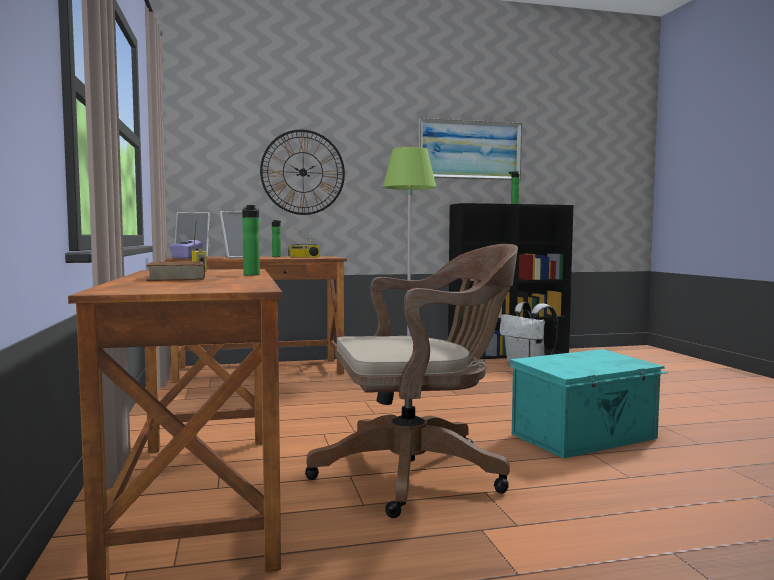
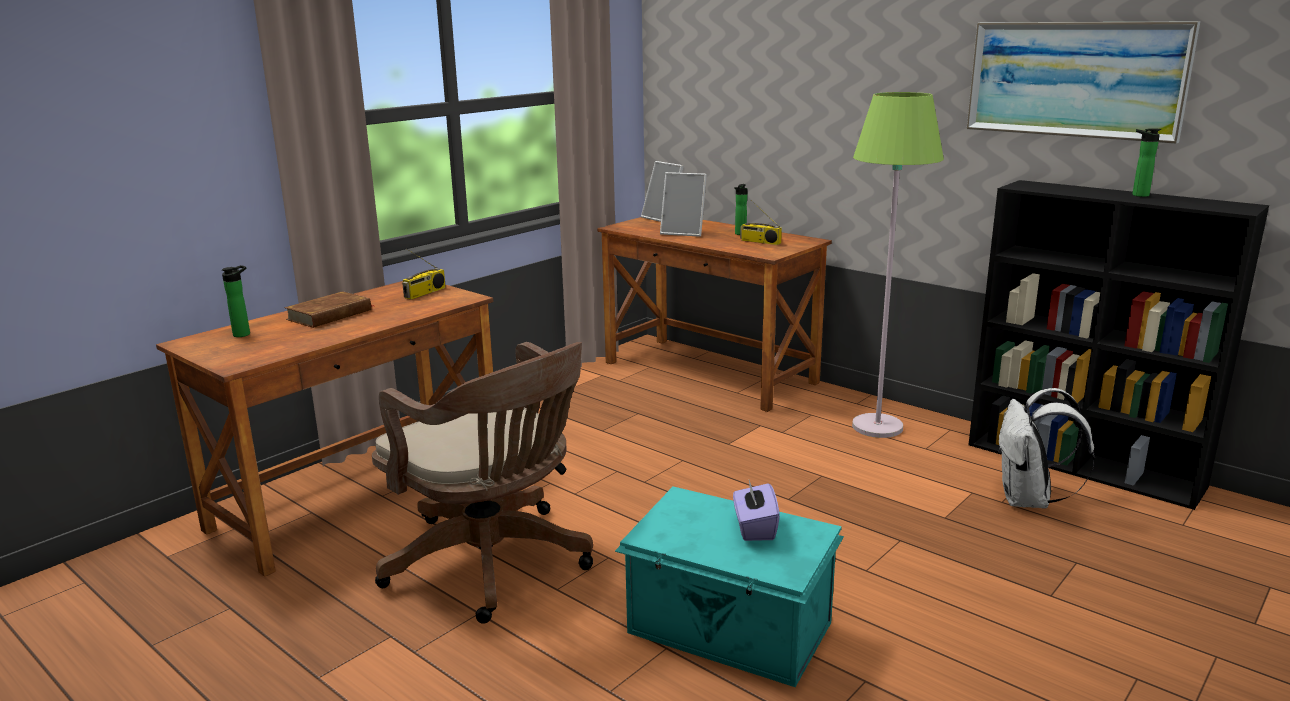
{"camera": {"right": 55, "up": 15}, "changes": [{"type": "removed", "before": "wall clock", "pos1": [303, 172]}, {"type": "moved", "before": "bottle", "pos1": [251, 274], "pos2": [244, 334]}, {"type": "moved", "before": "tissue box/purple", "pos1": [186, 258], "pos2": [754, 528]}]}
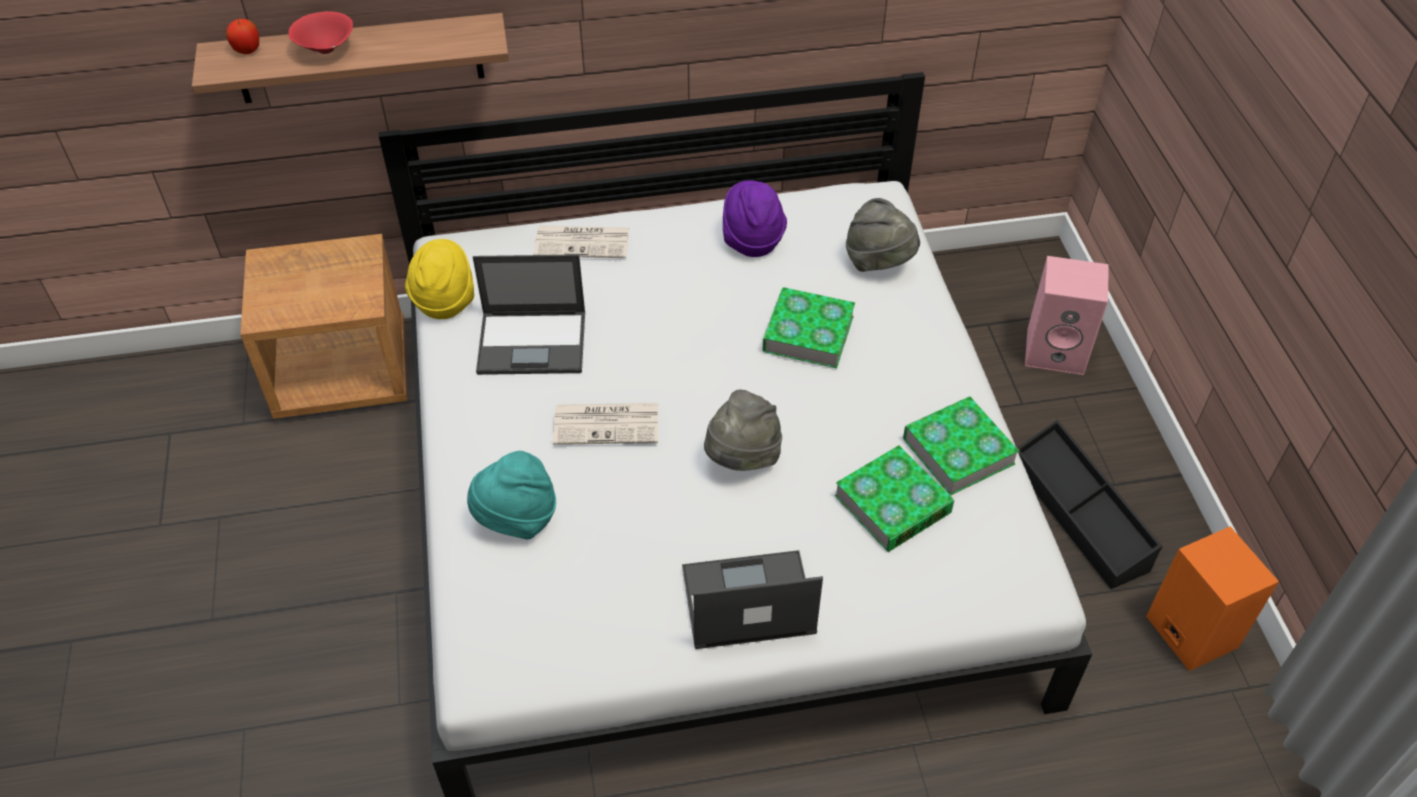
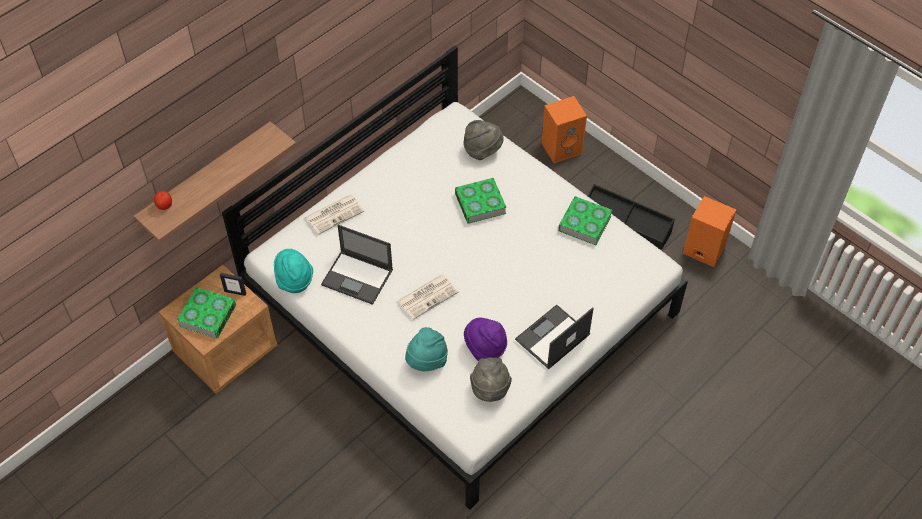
{"camera": {"right": -35, "up": 5}, "changes": [{"type": "removed", "before": "bowl/red", "pos1": [326, 50]}, {"type": "moved", "before": "hat/purple", "pos1": [751, 239], "pos2": [485, 348]}, {"type": "recoloured", "before": "hat/yellow", "after": "hat/turquoise", "pos1": [444, 299], "pos2": [294, 280]}, {"type": "turned", "before": "laptop", "pos1": [533, 342], "pos2": [358, 277], "turn": 60}, {"type": "recoloured", "before": "speaker/pink", "after": "speaker/orange", "pos1": [1057, 351], "pos2": [562, 147]}, {"type": "moved", "before": "hat/grey", "pos1": [742, 458], "pos2": [490, 390]}, {"type": "moved", "before": "book", "pos1": [892, 504], "pos2": [207, 315]}, {"type": "added", "after": "picture frame", "pos2": [235, 292]}]}
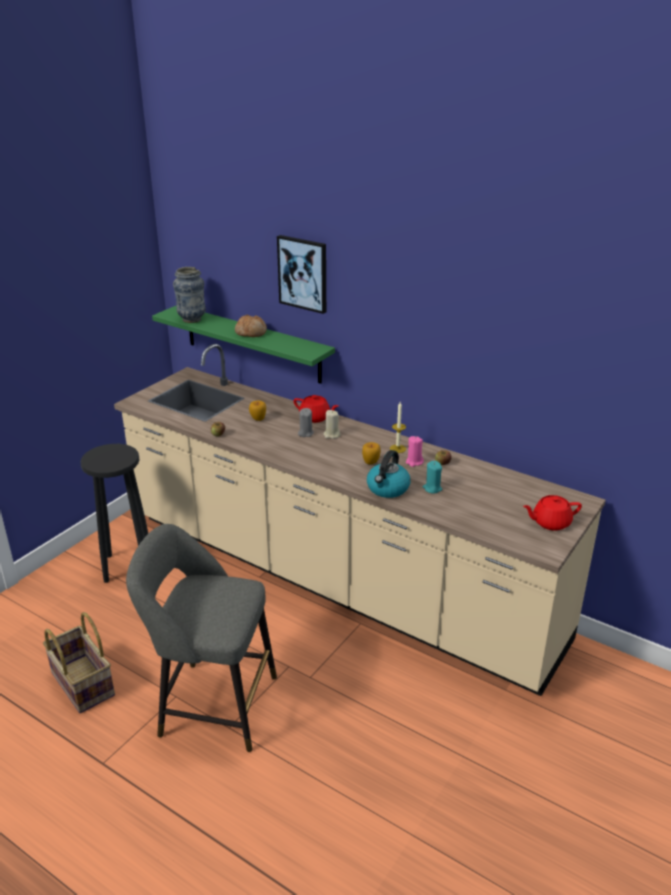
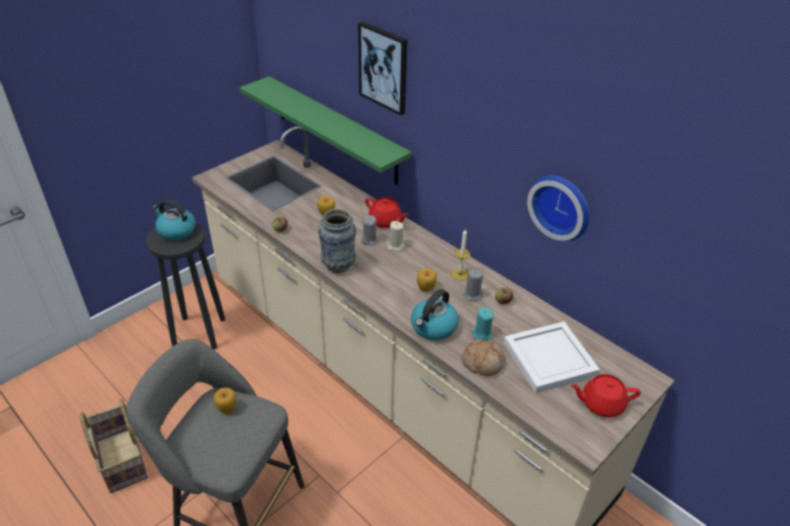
{"camera": {"right": 10, "up": 10}, "changes": [{"type": "moved", "before": "vase", "pos1": [192, 319], "pos2": [338, 266]}, {"type": "moved", "before": "bread", "pos1": [251, 332], "pos2": [483, 362]}, {"type": "recoloured", "before": "candle/pink", "after": "candle/grey", "pos1": [414, 462], "pos2": [472, 295]}, {"type": "added", "after": "wall clock", "pos2": [561, 205]}, {"type": "added", "after": "kettle", "pos2": [176, 231]}, {"type": "added", "after": "tray/white", "pos2": [548, 358]}, {"type": "added", "after": "apple", "pos2": [227, 409]}]}
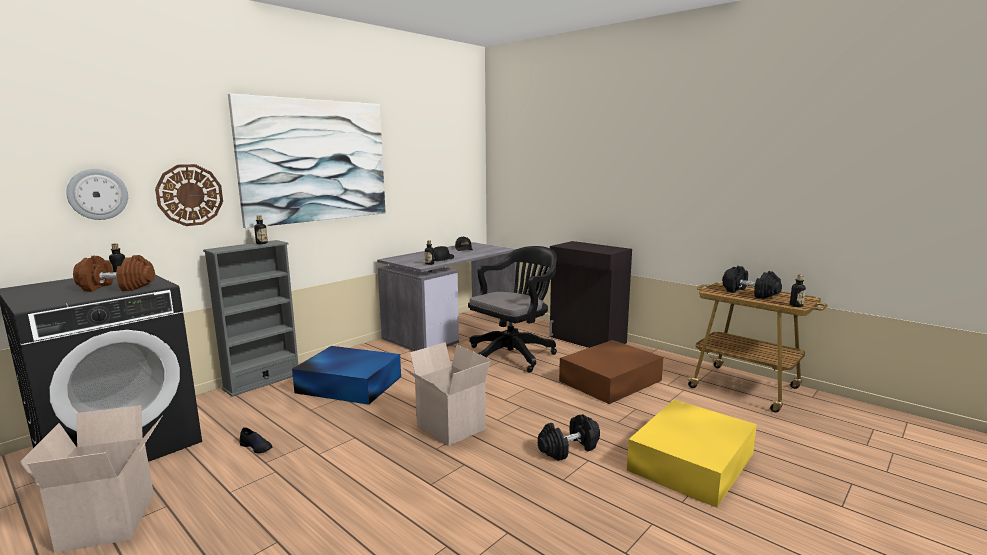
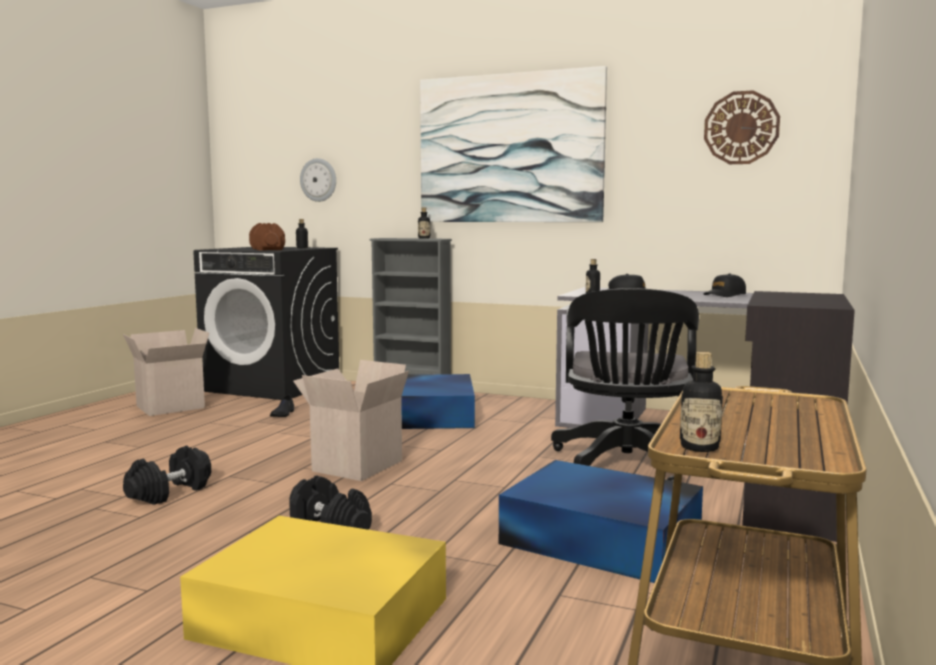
{"camera": {"right": 70, "up": -5}, "changes": [{"type": "moved", "before": "wall clock", "pos1": [190, 195], "pos2": [741, 128]}, {"type": "turned", "before": "office chair/black", "pos1": [514, 354], "pos2": [626, 466], "turn": 75}, {"type": "moved", "before": "dumbbell/black", "pos1": [750, 293], "pos2": [169, 493]}, {"type": "recoloured", "before": "storage box/brown", "after": "storage box/blue", "pos1": [611, 380], "pos2": [603, 539]}]}
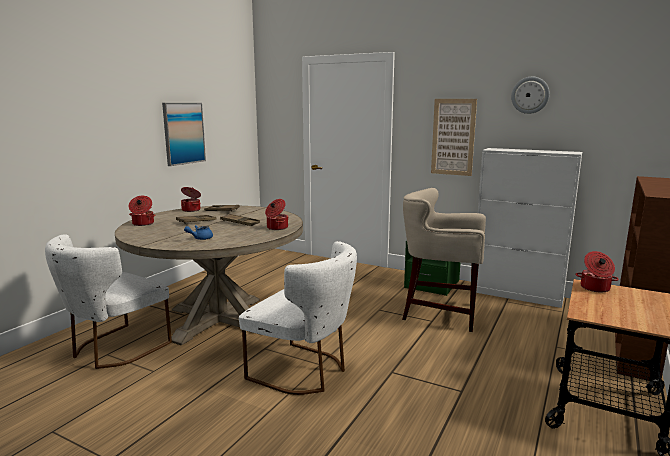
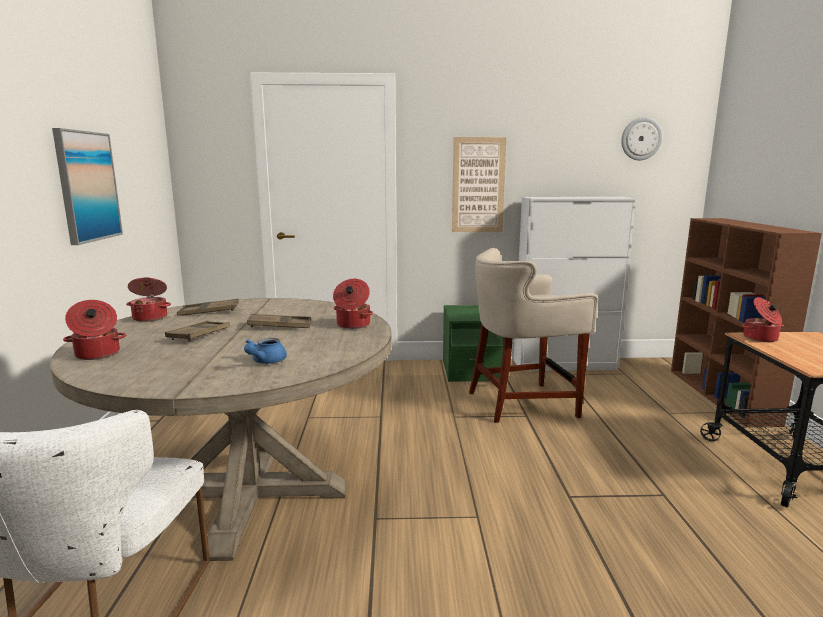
{"camera": {"right": -30, "up": 0}, "changes": [{"type": "moved", "before": "wall clock", "pos1": [530, 95], "pos2": [641, 139]}, {"type": "removed", "before": "chair/white", "pos1": [304, 371]}]}
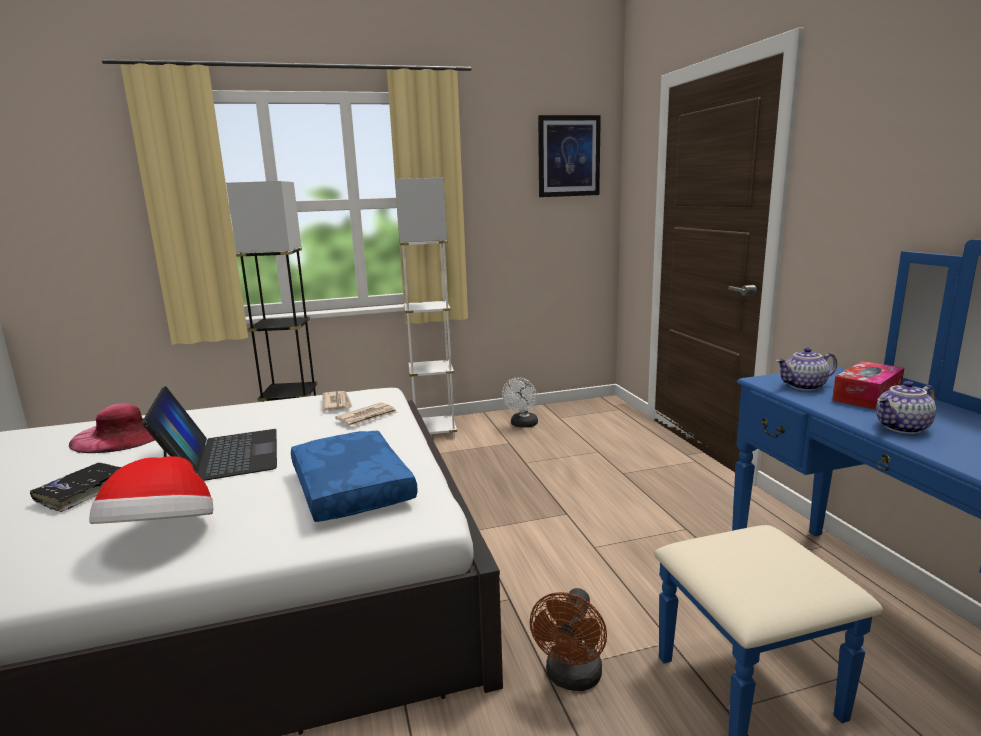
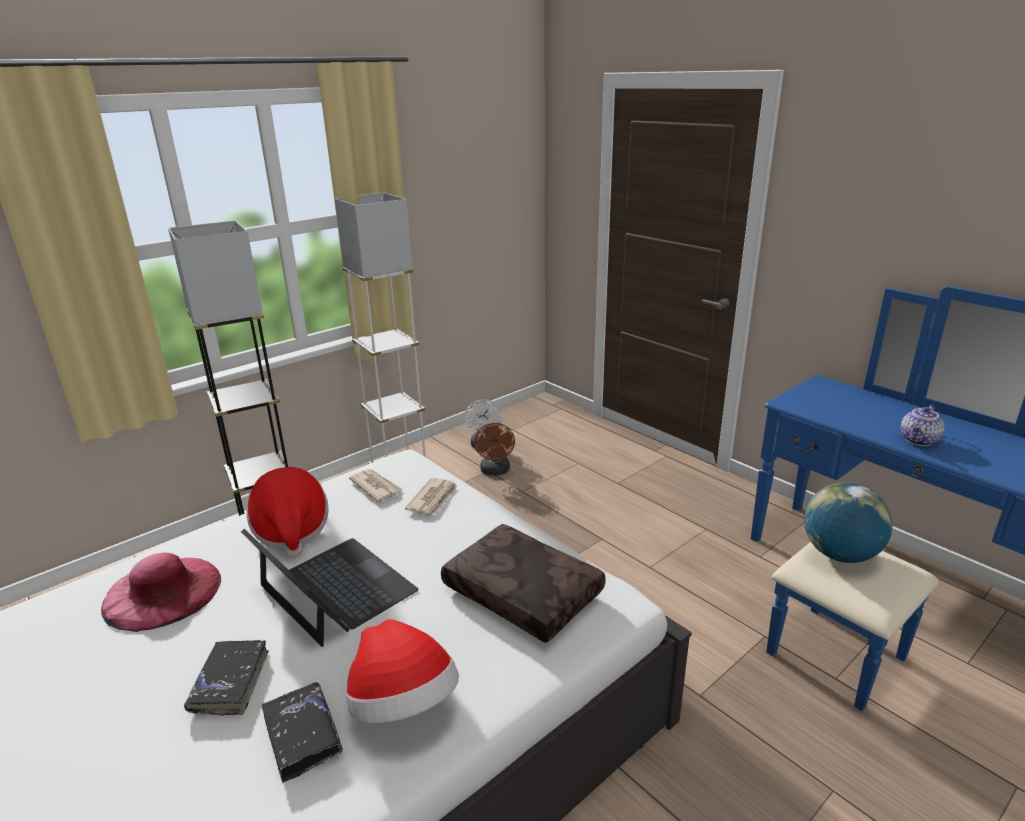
{"camera": {"right": -25, "up": 10}, "changes": [{"type": "removed", "before": "picture", "pos1": [568, 156]}, {"type": "removed", "before": "teapot", "pos1": [804, 386]}, {"type": "removed", "before": "tissue box", "pos1": [866, 396]}, {"type": "recoloured", "before": "pillow/blue", "after": "pillow/brown", "pos1": [349, 488], "pos2": [520, 594]}, {"type": "moved", "before": "fan/brown", "pos1": [572, 678], "pos2": [495, 471]}, {"type": "added", "after": "hat", "pos2": [291, 530]}, {"type": "added", "after": "globe", "pos2": [839, 554]}, {"type": "added", "after": "book/black", "pos2": [303, 736]}]}
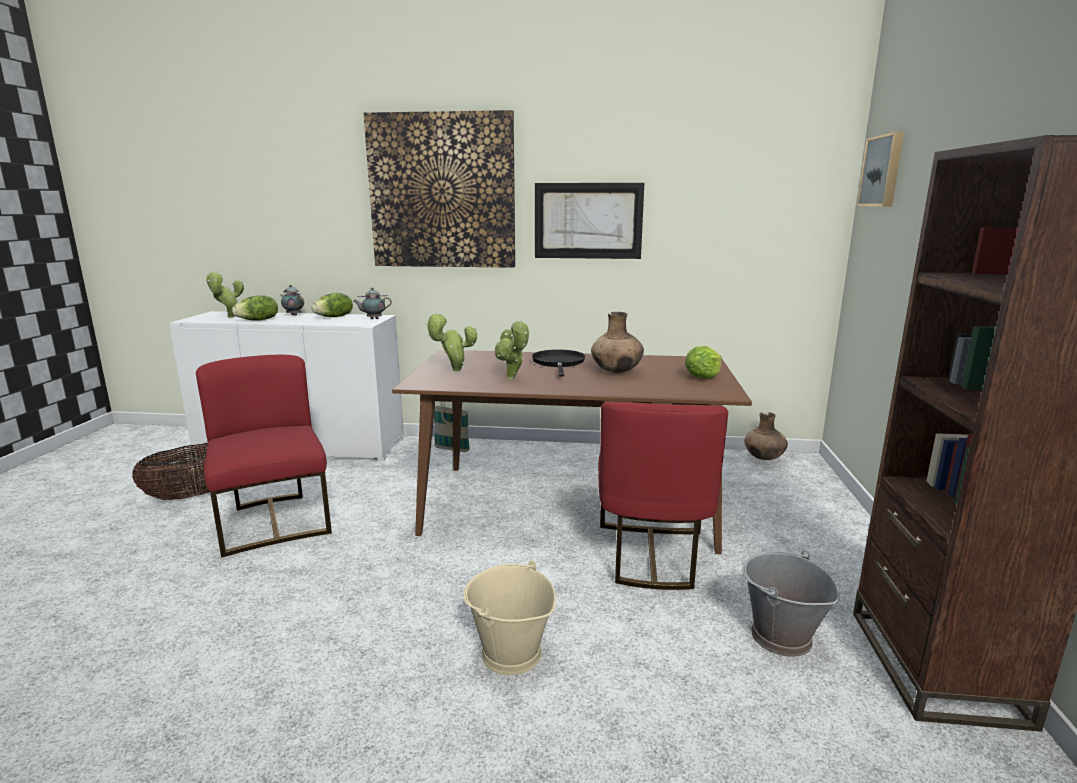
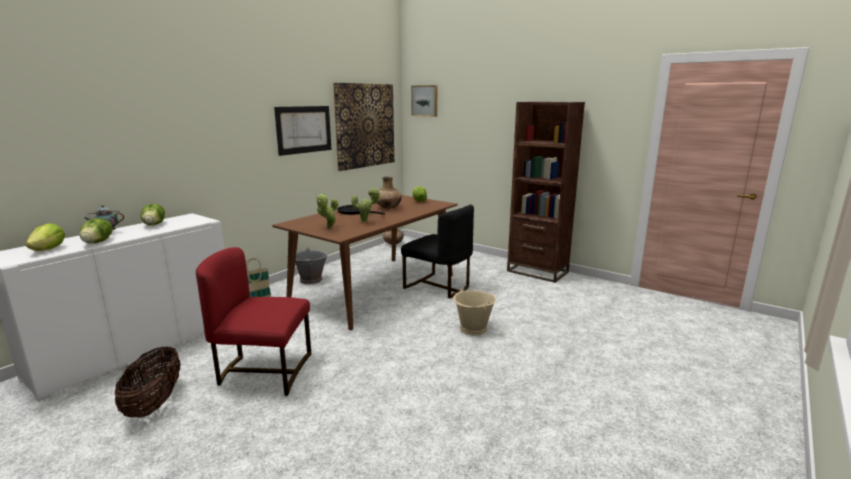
{"camera": {"right": -60, "up": 0}, "changes": [{"type": "moved", "before": "picture", "pos1": [442, 191], "pos2": [365, 125]}, {"type": "replaced", "before": "potted plant", "after": "lettuce", "pos1": [229, 317], "pos2": [49, 249]}, {"type": "removed", "before": "teapot", "pos1": [373, 319]}, {"type": "recoloured", "before": "chair/red", "after": "chair/black", "pos1": [651, 555], "pos2": [438, 286]}, {"type": "moved", "before": "bucket/grey", "pos1": [780, 637], "pos2": [311, 280]}]}
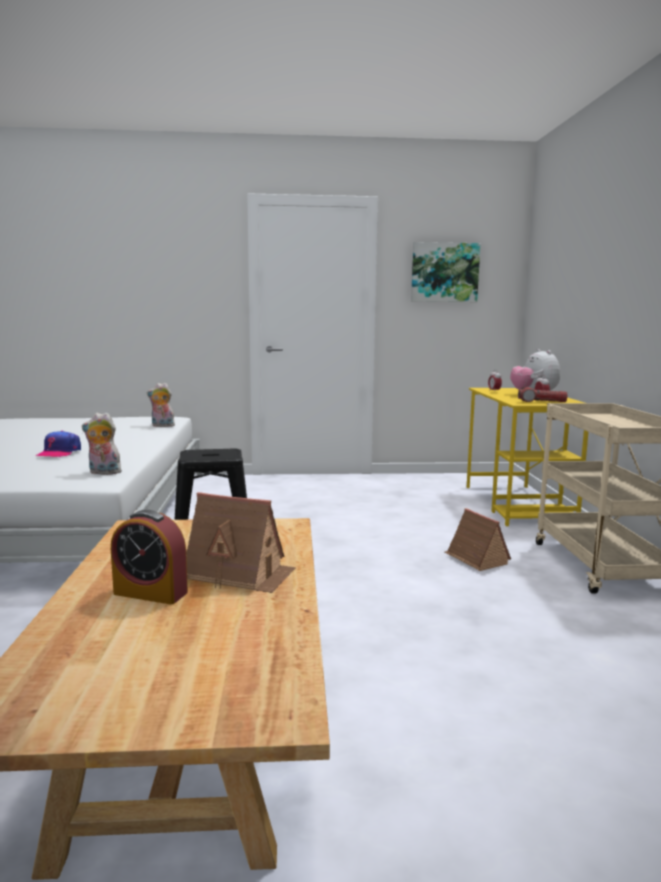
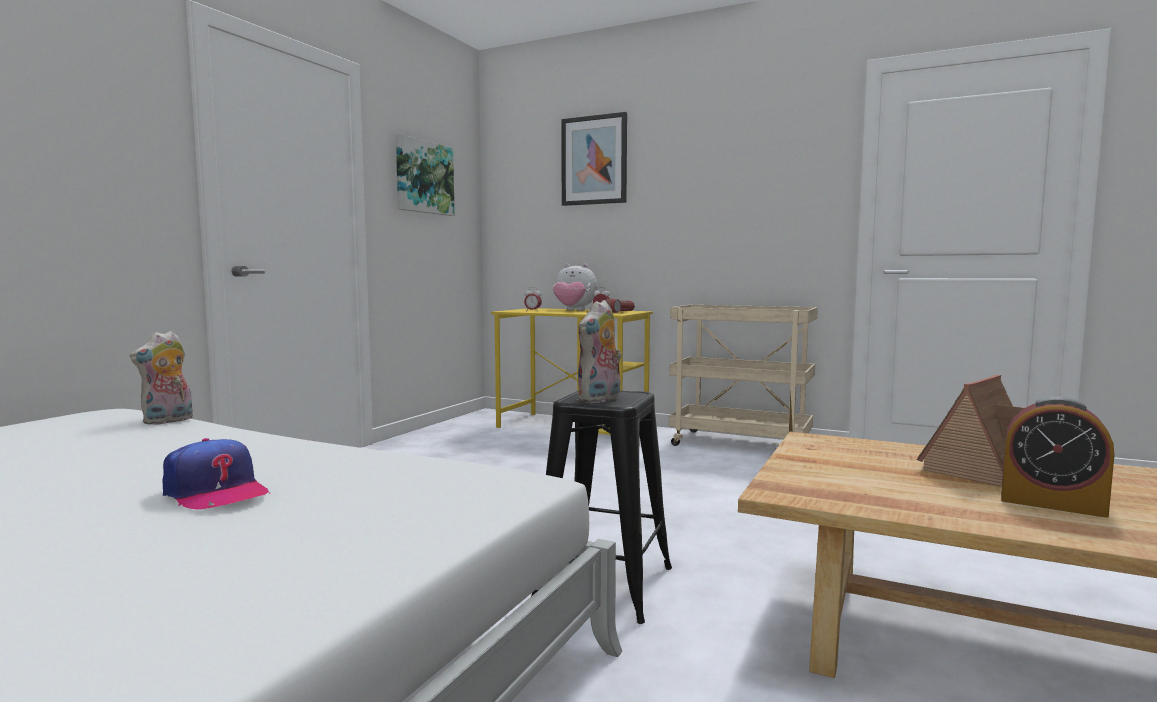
{"camera": {"right": -60, "up": -5}, "changes": [{"type": "moved", "before": "plush toy", "pos1": [103, 473], "pos2": [600, 400]}, {"type": "removed", "before": "toy house", "pos1": [476, 558]}, {"type": "turned", "before": "alarm clock", "pos1": [150, 593], "pos2": [1052, 504], "turn": 75}, {"type": "added", "after": "picture", "pos2": [594, 160]}]}
